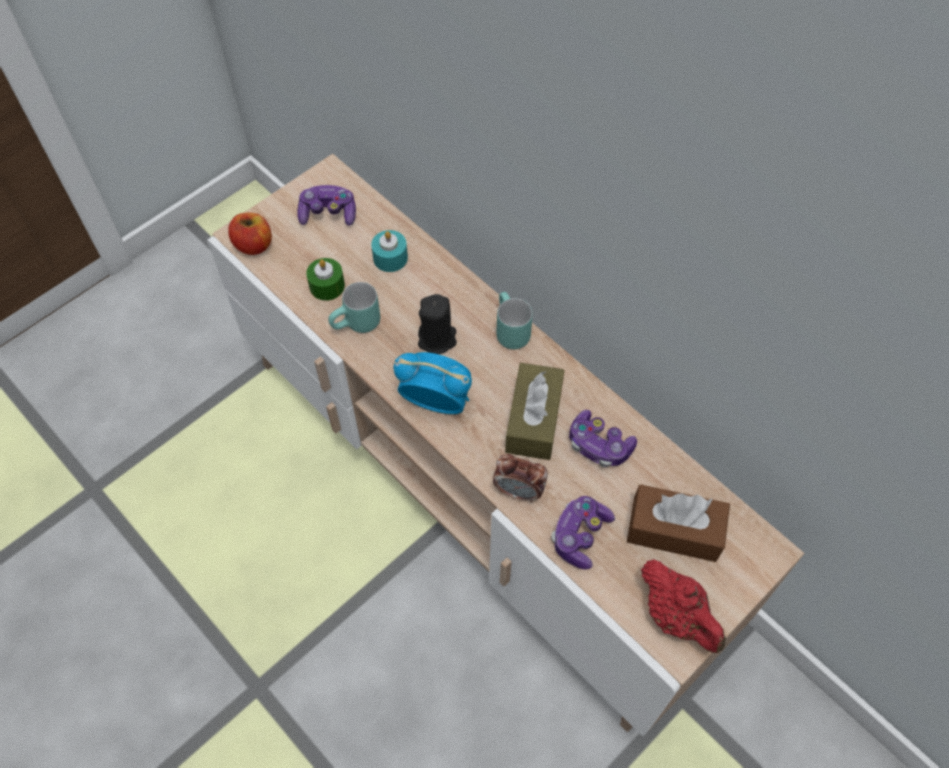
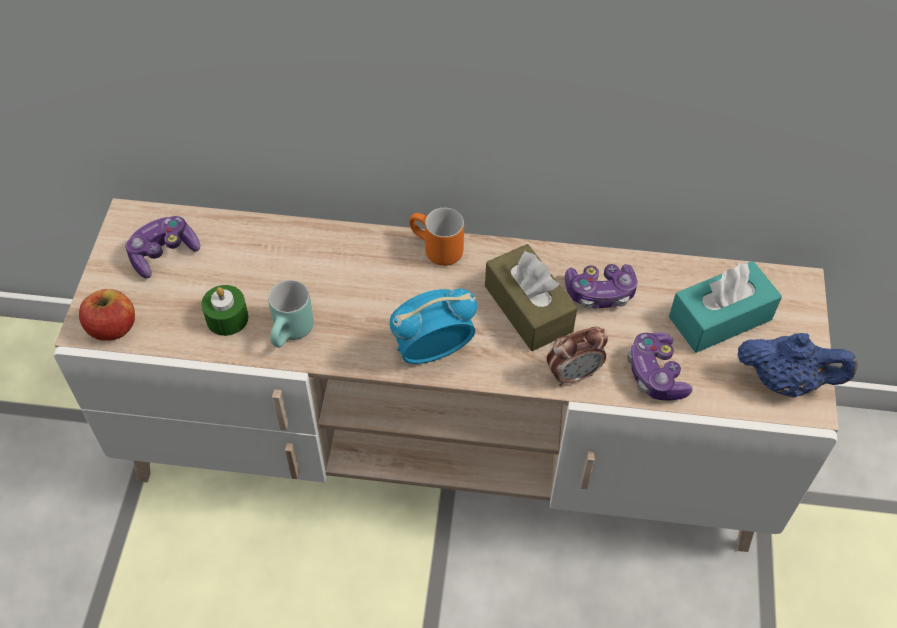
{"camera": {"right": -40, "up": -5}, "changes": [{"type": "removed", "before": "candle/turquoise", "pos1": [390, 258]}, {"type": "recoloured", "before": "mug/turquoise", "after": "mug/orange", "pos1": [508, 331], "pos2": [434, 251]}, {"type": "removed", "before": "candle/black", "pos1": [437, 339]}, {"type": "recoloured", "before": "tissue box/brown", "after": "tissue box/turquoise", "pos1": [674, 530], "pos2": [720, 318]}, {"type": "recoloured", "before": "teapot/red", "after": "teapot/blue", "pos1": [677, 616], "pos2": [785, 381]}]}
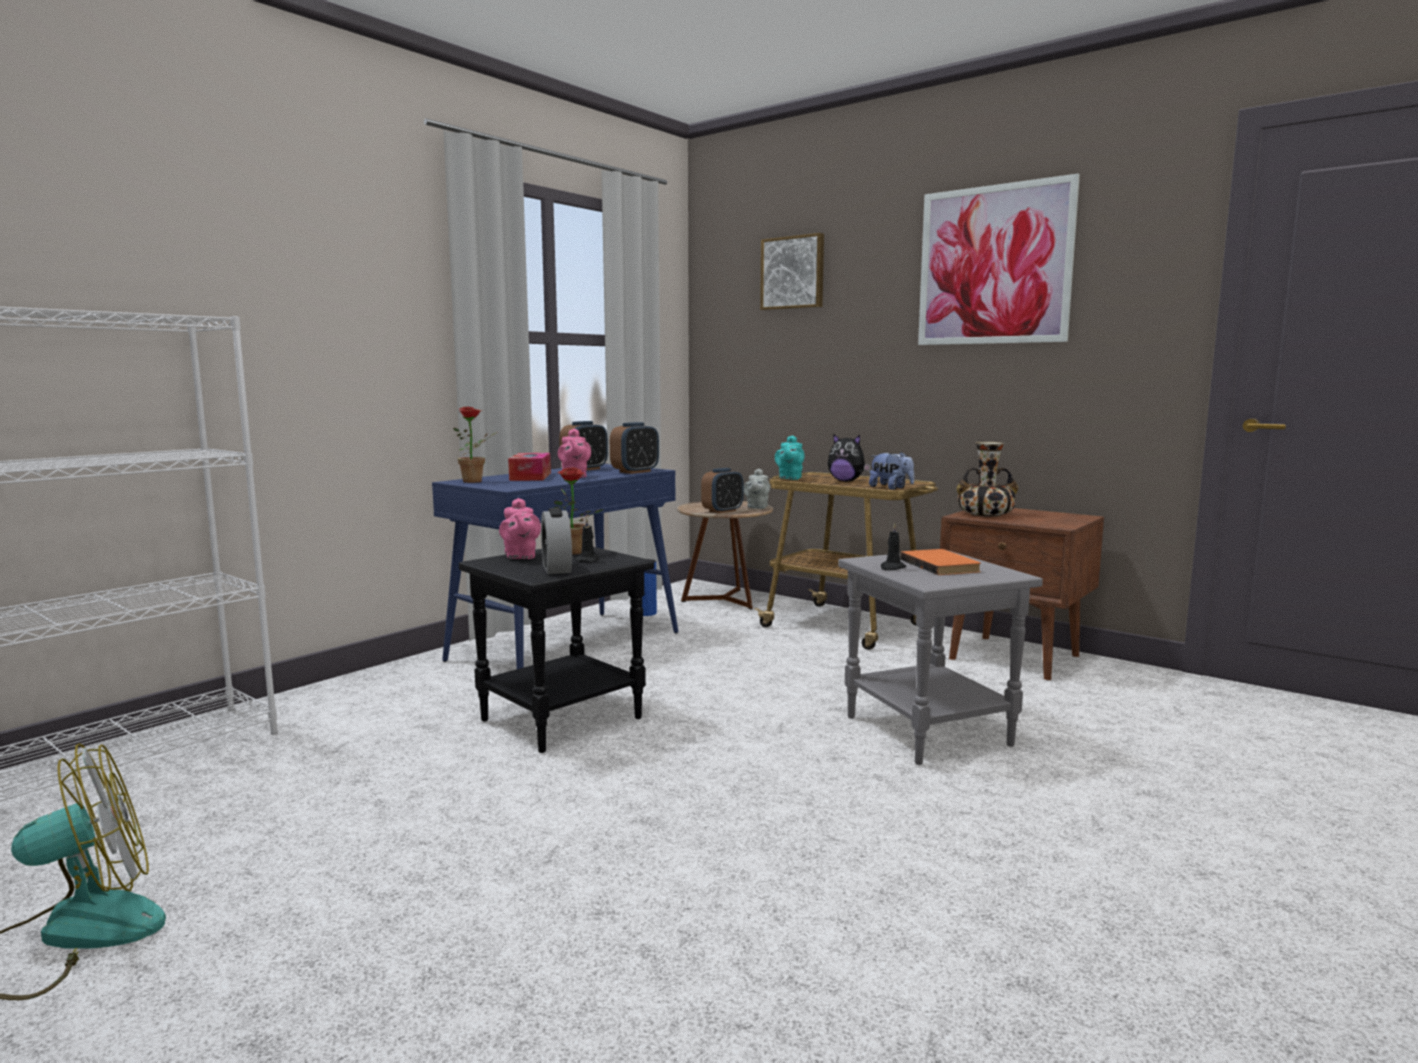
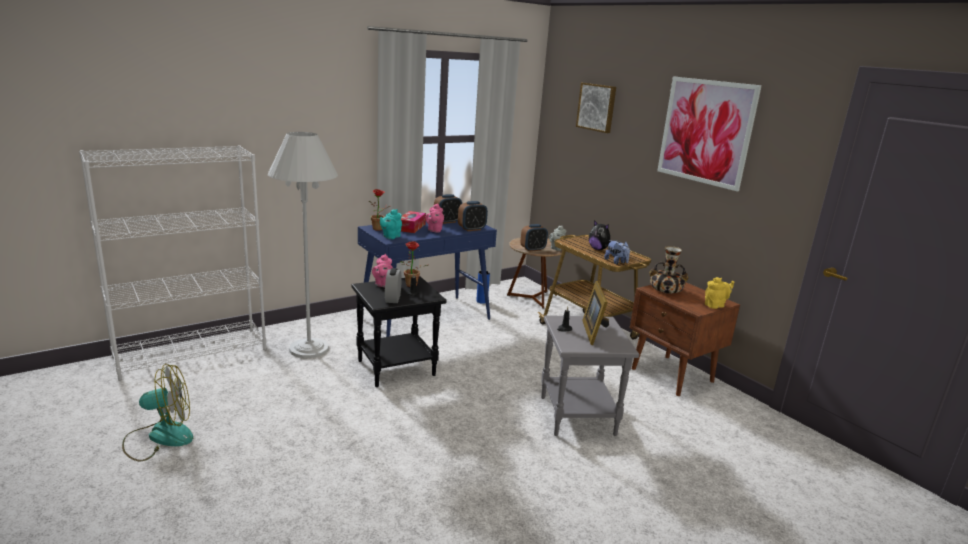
{"camera": {"right": 15, "up": 10}, "changes": [{"type": "moved", "before": "teapot/turquoise", "pos1": [789, 478], "pos2": [390, 237]}, {"type": "replaced", "before": "book/orange", "after": "picture frame", "pos1": [942, 565], "pos2": [594, 332]}, {"type": "added", "after": "floor lamp/white", "pos2": [309, 348]}, {"type": "added", "after": "teapot/yellow", "pos2": [715, 305]}]}
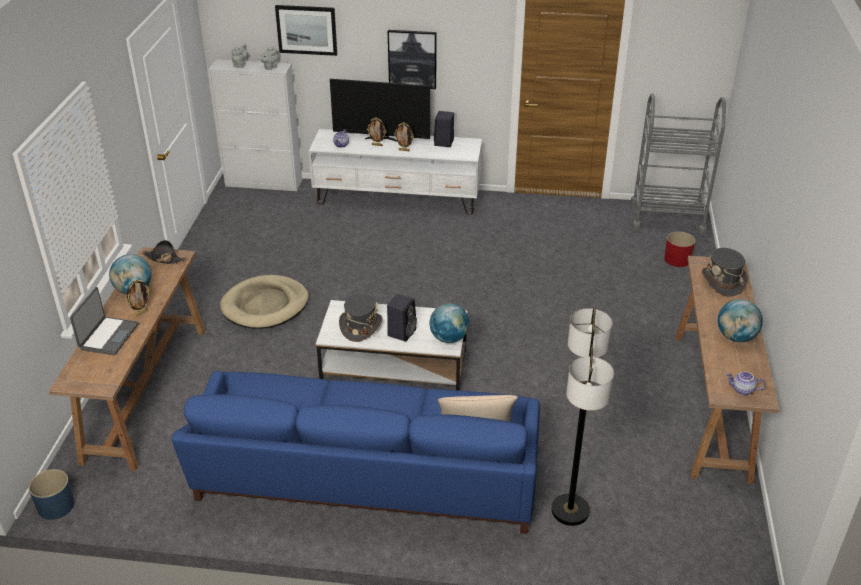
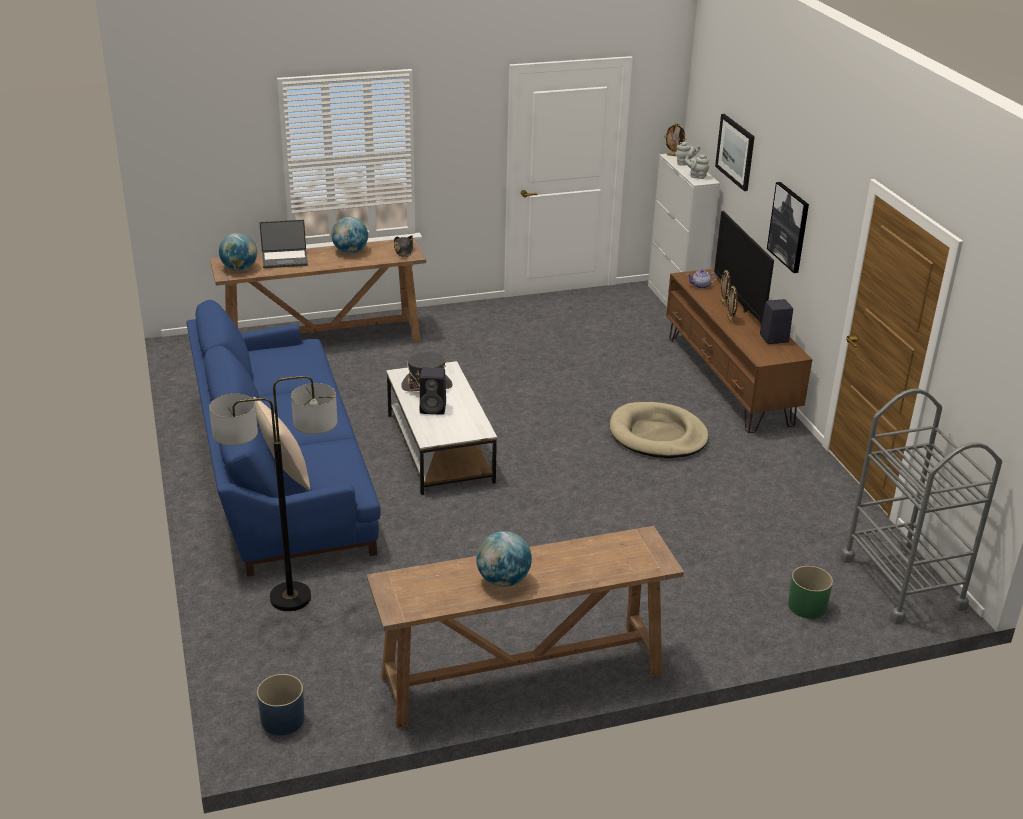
{"camera": {"right": 65, "up": -5}, "changes": [{"type": "recoloured", "before": "tv stand/white", "after": "tv stand/brown", "pos1": [398, 199], "pos2": [728, 380]}, {"type": "recoloured", "before": "planter/red", "after": "planter/green", "pos1": [677, 259], "pos2": [807, 606]}, {"type": "removed", "before": "hat/grey", "pos1": [723, 282]}, {"type": "moved", "before": "dog bed/beige", "pos1": [265, 305], "pos2": [658, 435]}, {"type": "moved", "before": "picture frame", "pos1": [141, 313], "pos2": [673, 155]}, {"type": "moved", "before": "globe", "pos1": [449, 338], "pos2": [239, 269]}, {"type": "removed", "before": "teapot", "pos1": [742, 390]}, {"type": "moved", "before": "planter/blue", "pos1": [56, 506], "pos2": [282, 719]}]}
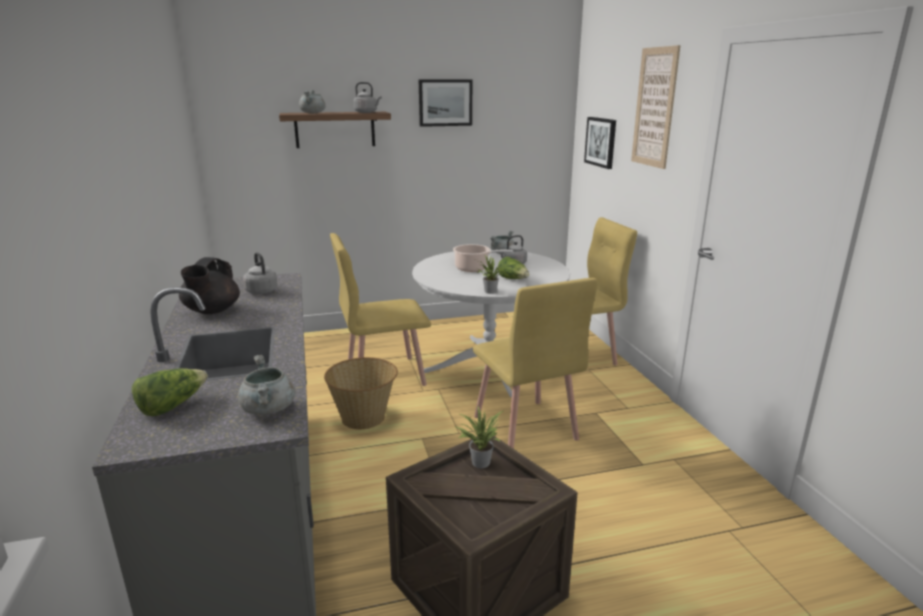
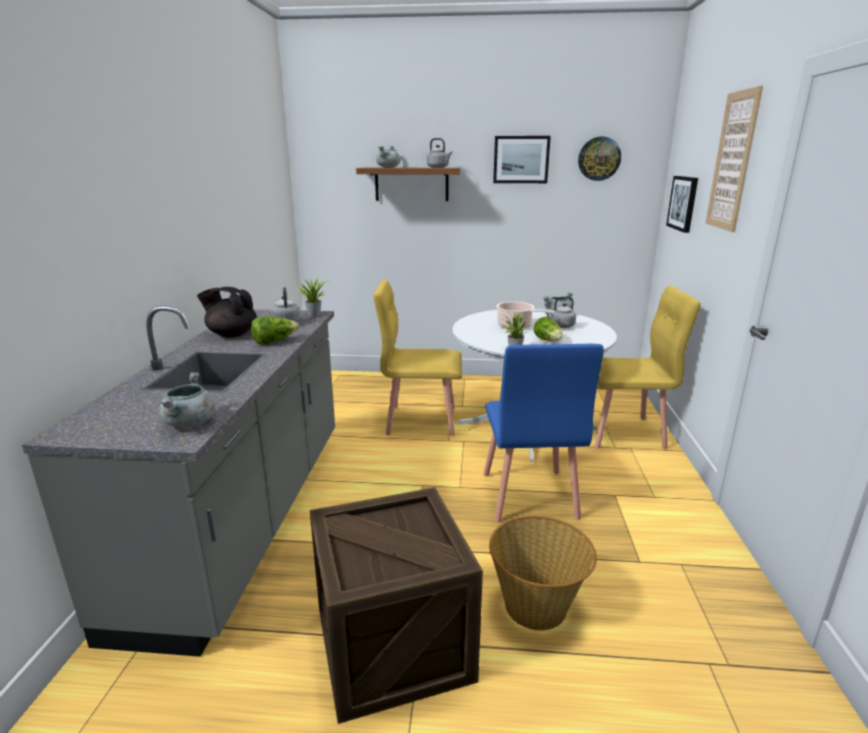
{"camera": {"right": 20, "up": 0}, "changes": [{"type": "turned", "before": "teapot/black", "pos1": [211, 311], "pos2": [232, 334], "turn": 75}, {"type": "recoloured", "before": "chair/yellow", "after": "chair/blue", "pos1": [524, 428], "pos2": [528, 495]}, {"type": "moved", "before": "basket", "pos1": [364, 417], "pos2": [537, 606]}, {"type": "moved", "before": "lettuce", "pos1": [172, 405], "pos2": [274, 341]}, {"type": "moved", "before": "potted plant", "pos1": [479, 461], "pos2": [313, 314]}, {"type": "added", "after": "wall clock", "pos2": [599, 158]}]}
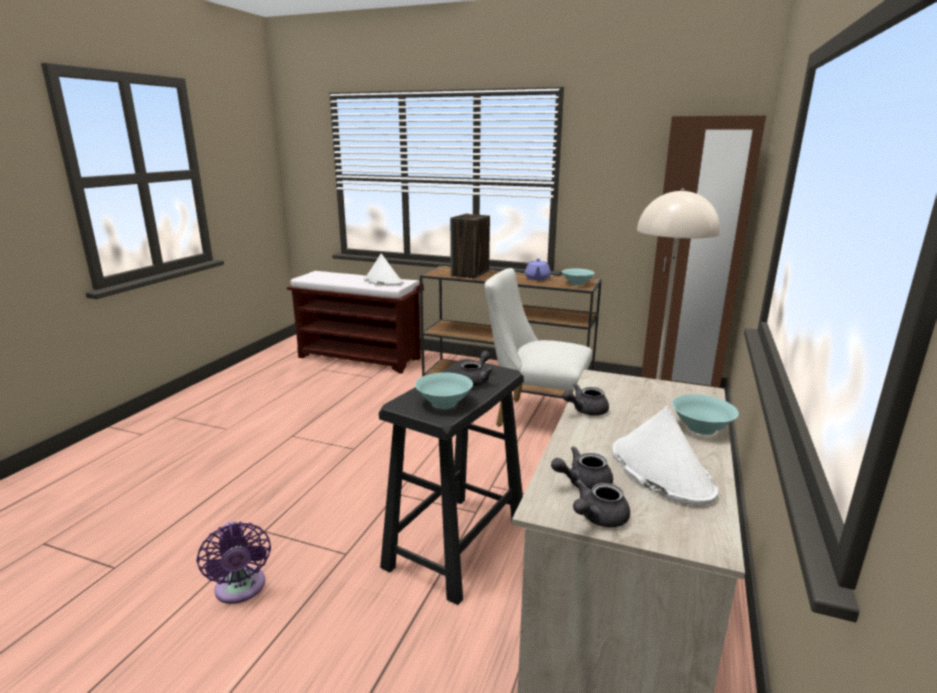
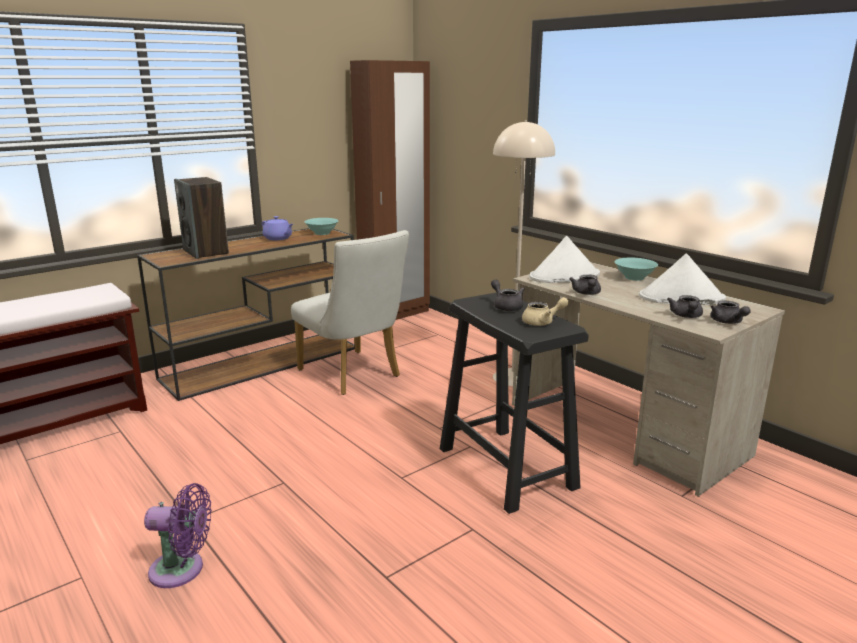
{"camera": {"right": -60, "up": 0}, "changes": [{"type": "moved", "before": "hat/white", "pos1": [383, 281], "pos2": [564, 276]}, {"type": "turned", "before": "chair/white", "pos1": [534, 417], "pos2": [354, 375], "turn": -90}, {"type": "replaced", "before": "bowl/turquoise", "after": "teapot/beige", "pos1": [444, 403], "pos2": [542, 322]}, {"type": "moved", "before": "fan/purple", "pos1": [240, 589], "pos2": [182, 570]}]}
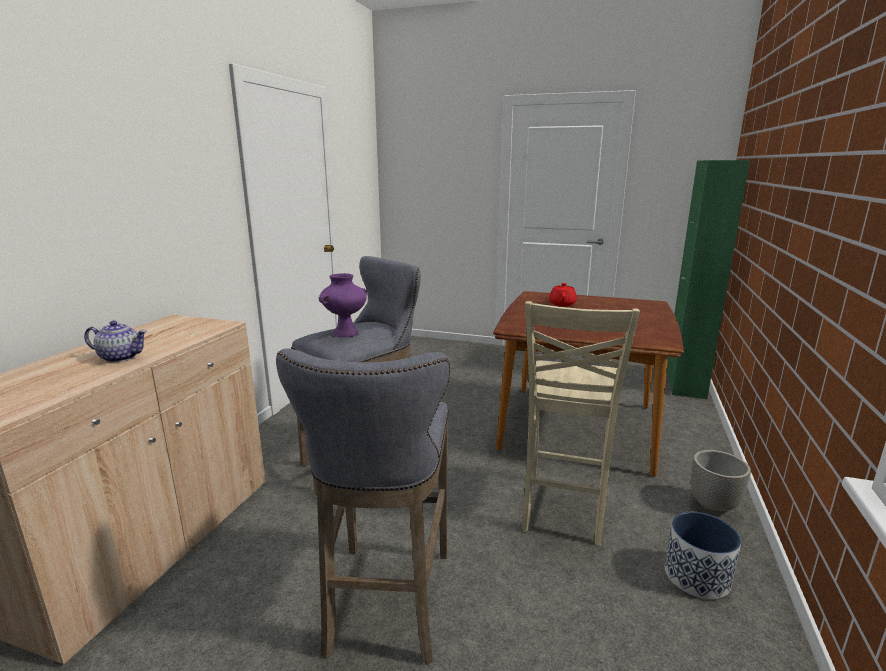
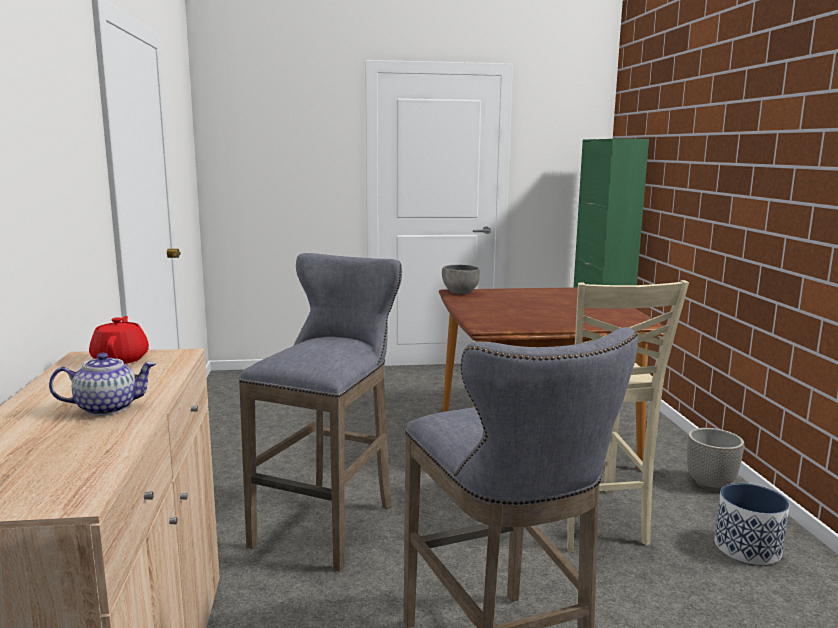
{"camera": {"right": -25, "up": -5}, "changes": [{"type": "removed", "before": "vase/purple", "pos1": [345, 333]}, {"type": "moved", "before": "teapot/red", "pos1": [562, 304], "pos2": [121, 359]}, {"type": "added", "after": "bowl/grey", "pos2": [460, 292]}]}
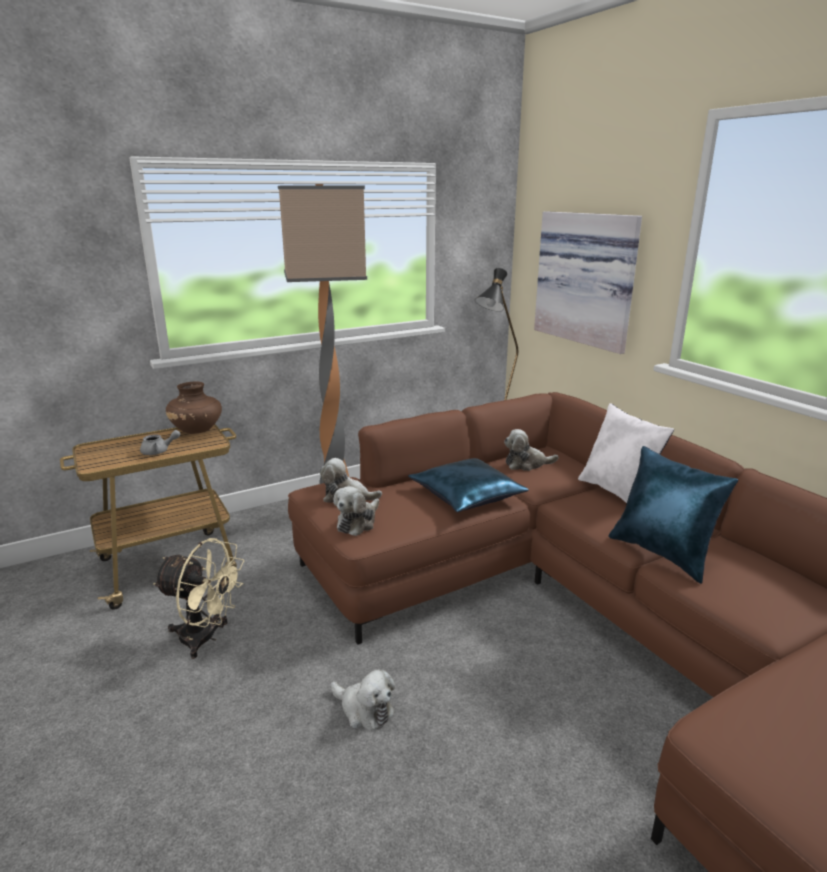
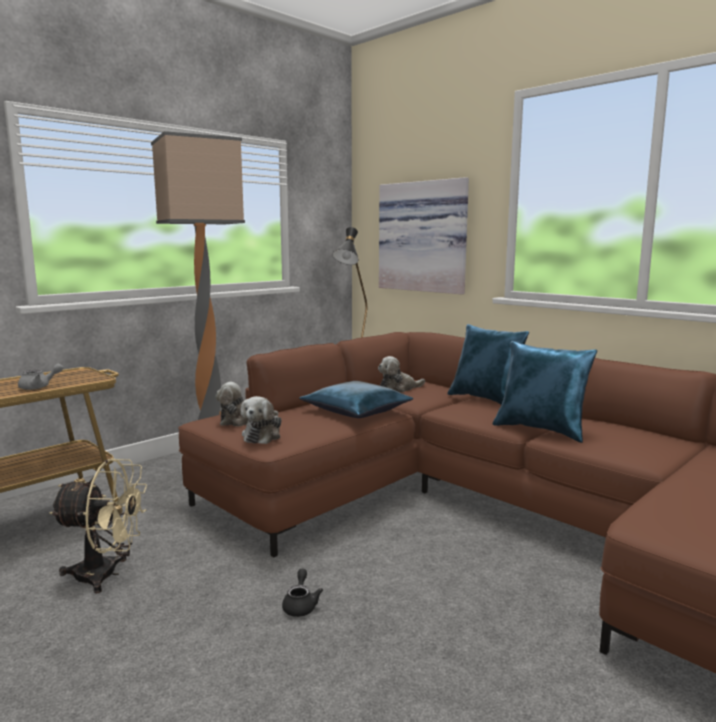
{"camera": {"right": -15, "up": -10}, "changes": [{"type": "removed", "before": "vase/brown", "pos1": [197, 430]}, {"type": "recoloured", "before": "pillow/white", "after": "pillow/blue", "pos1": [618, 494], "pos2": [486, 400]}, {"type": "replaced", "before": "plush toy", "after": "teapot/black", "pos1": [364, 710], "pos2": [300, 605]}]}
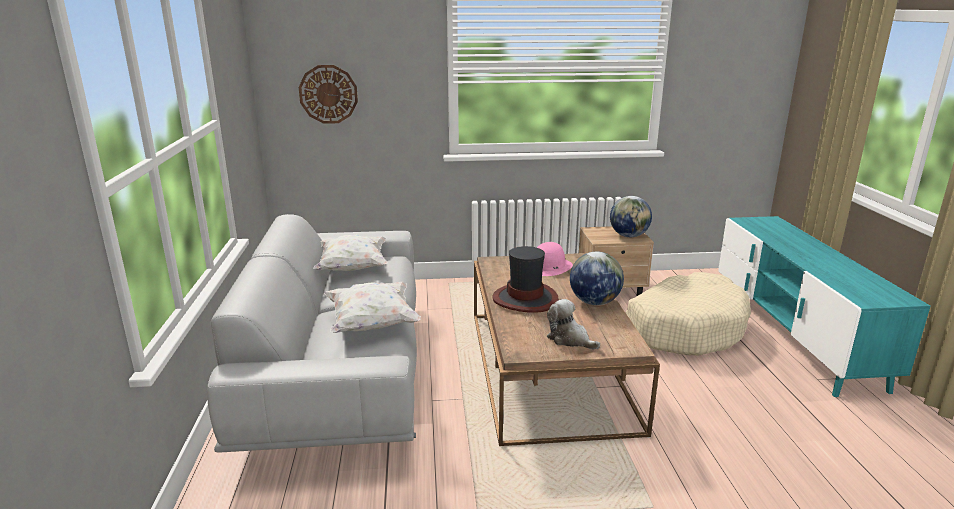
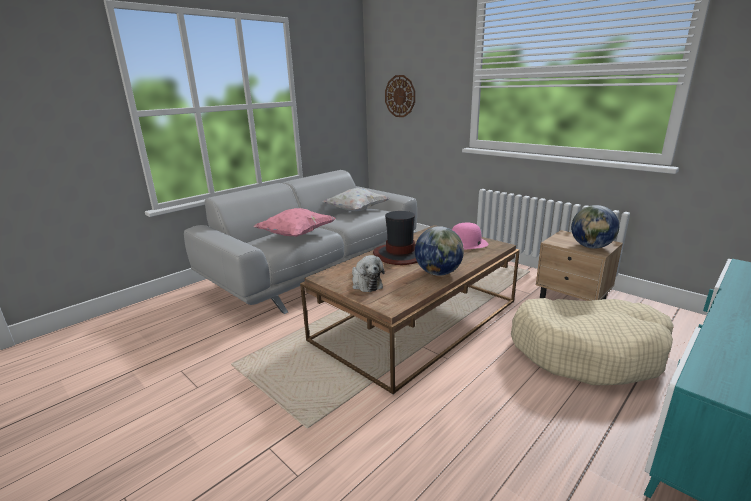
{"camera": {"right": 50, "up": 0}, "changes": [{"type": "recoloured", "before": "pillow/white", "after": "pillow/pink", "pos1": [372, 324], "pos2": [296, 235]}, {"type": "turned", "before": "plush toy", "pos1": [569, 339], "pos2": [366, 284], "turn": 150}]}
